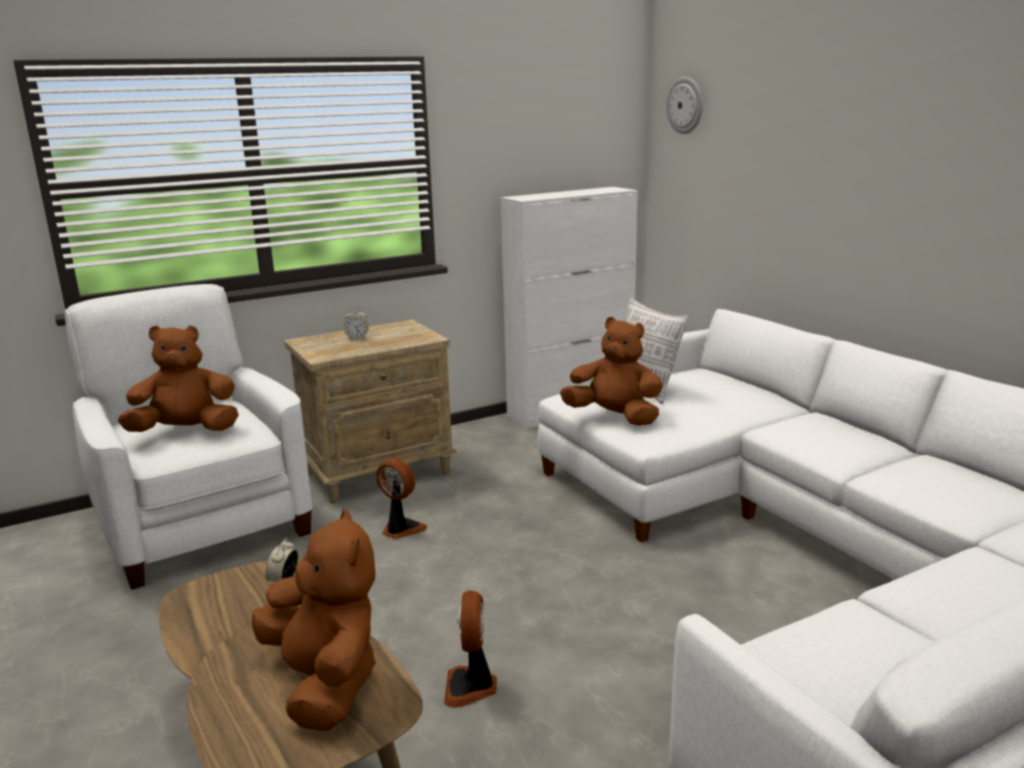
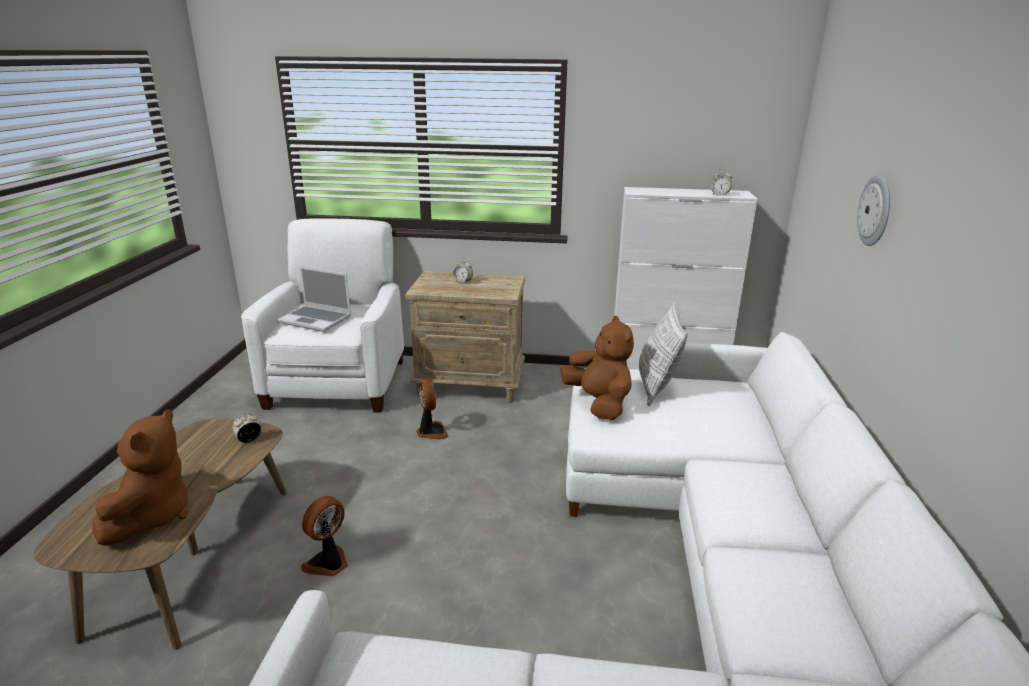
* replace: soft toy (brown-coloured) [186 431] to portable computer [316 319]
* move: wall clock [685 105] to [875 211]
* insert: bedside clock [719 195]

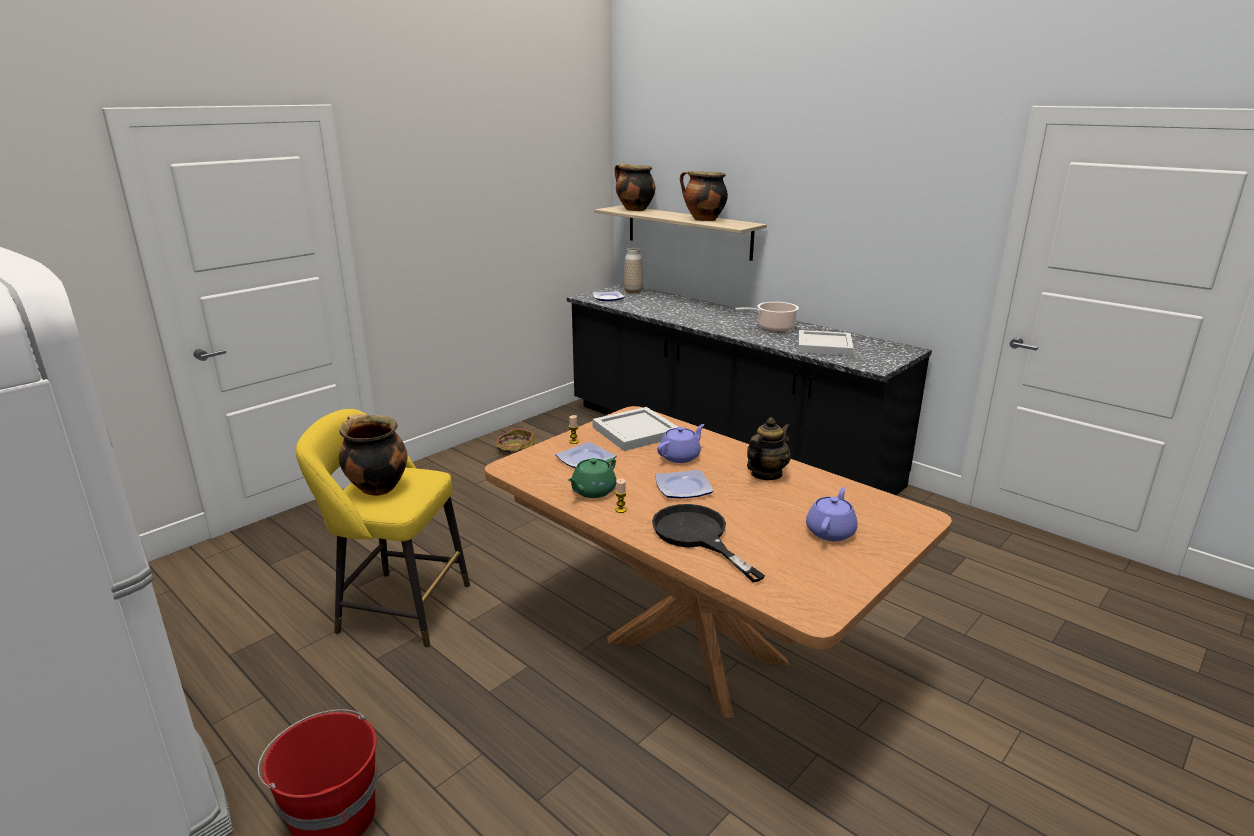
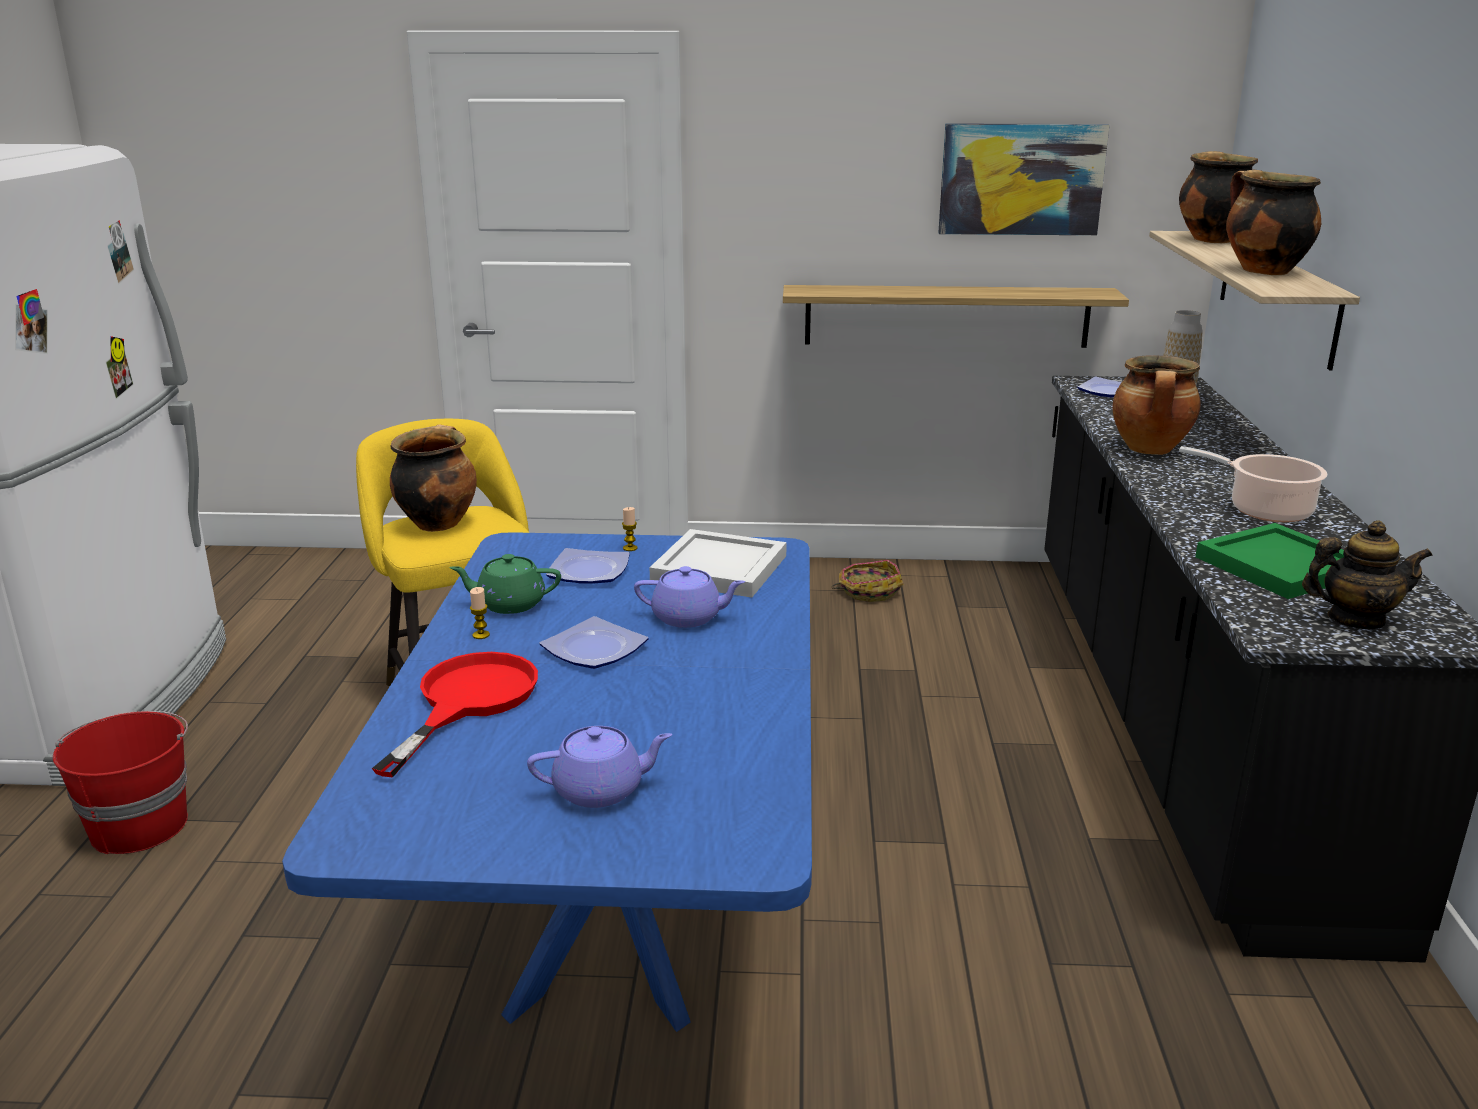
* recolor: kitchen table (brown-coloured) [695 650] to kitchen table (blue-coloured) [617 928]
* recolor: pan (black-coloured) [697 536] to pan (reddish) [467 701]
* move: tea pot [766 474] to [1355 619]
* recolor: serving tray (white-coloured) [823 346] to serving tray (green-coloured) [1276 566]
* insert: bracket shelf [946 316]
* insert: wall art [1021 179]
* insert: saucepot [1150 450]

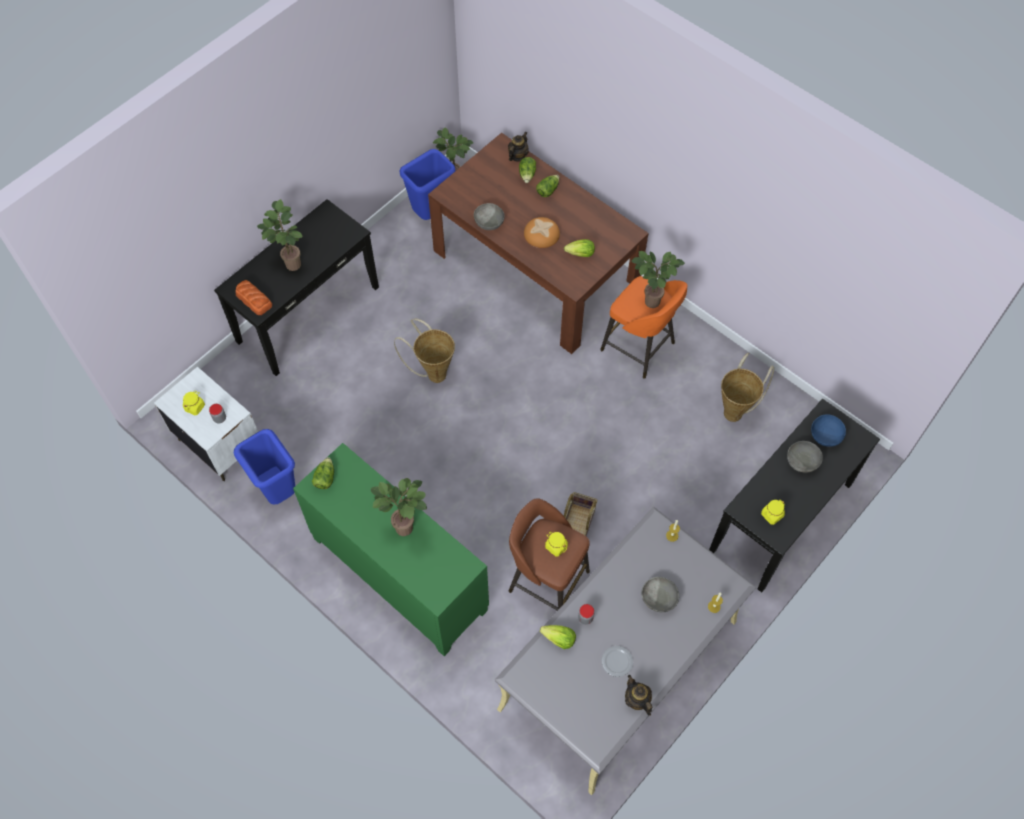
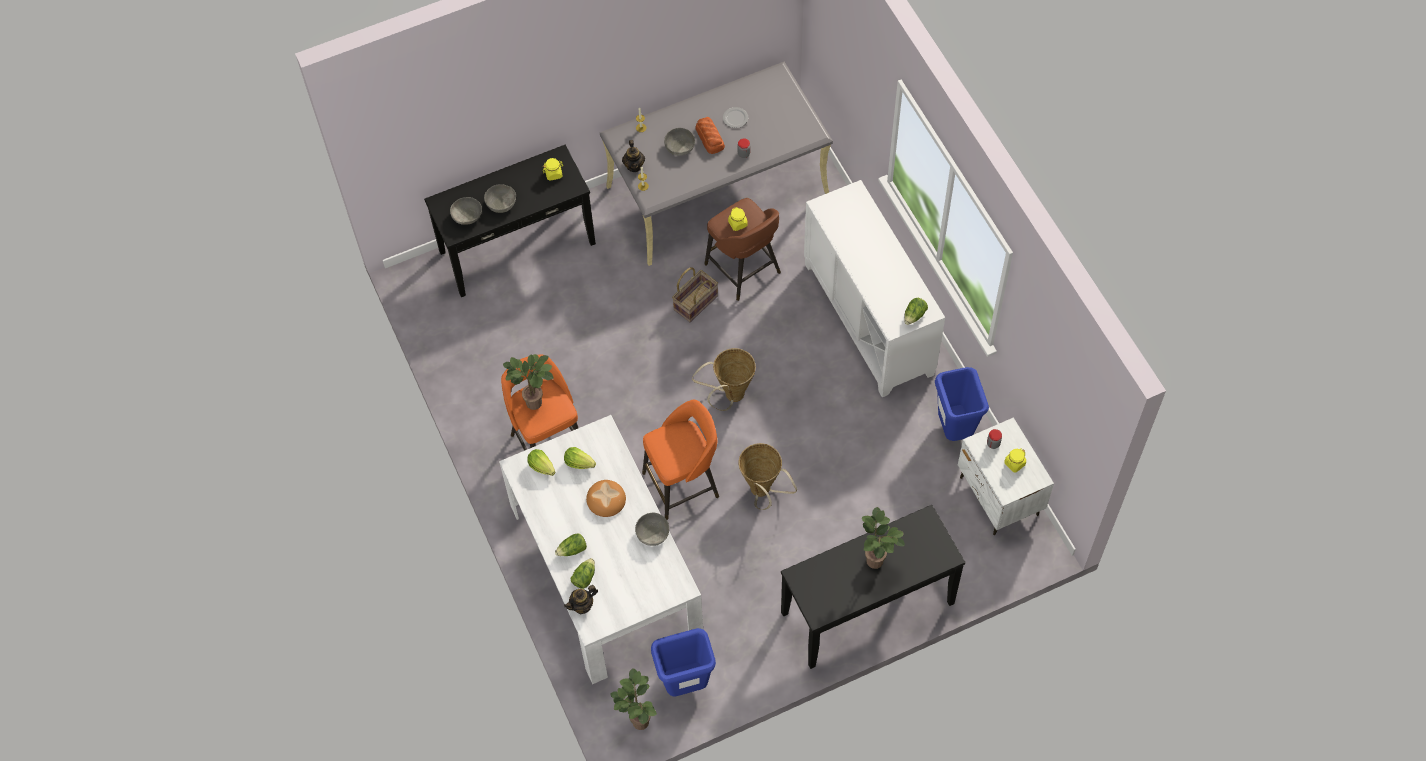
* move: bread [254 299] to [710 138]
* recolor: cupboard (green-coloured) [398 574] to cupboard (white-coloured) [869 319]
* delete: plant in a pot [407 527]
* recolor: kitchen table (brown-coloured) [535 269] to kitchen table (white-coloured) [605 569]
* move: lettuce [559 639] to [541 466]
* move: tea pot [637 700] to [634 166]
* move: storage basket [735 410] to [730 396]
* recolor: bowl (blue-coloured) [825 435] to bowl (grey) [467 216]
* insert: sitting stool (orangey) [683 484]

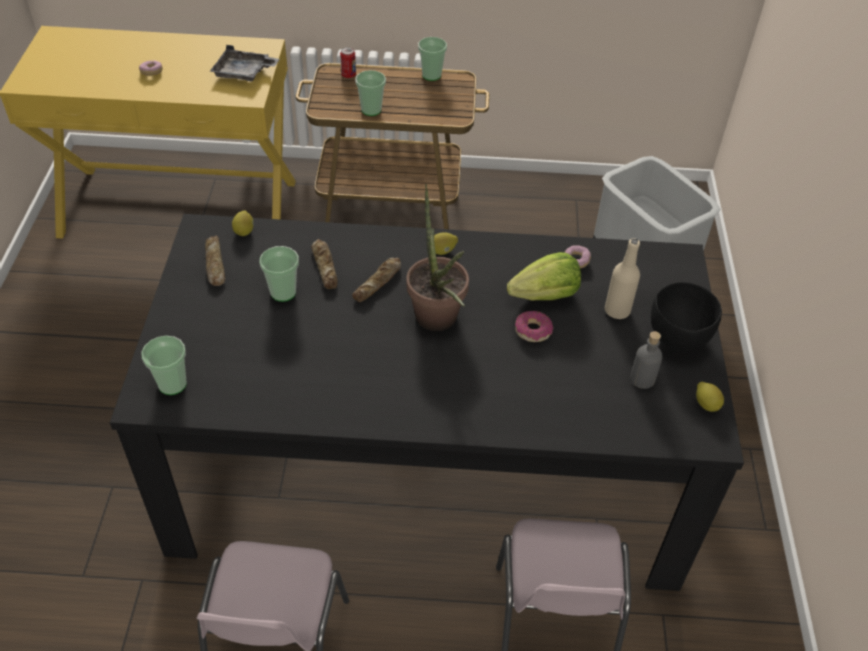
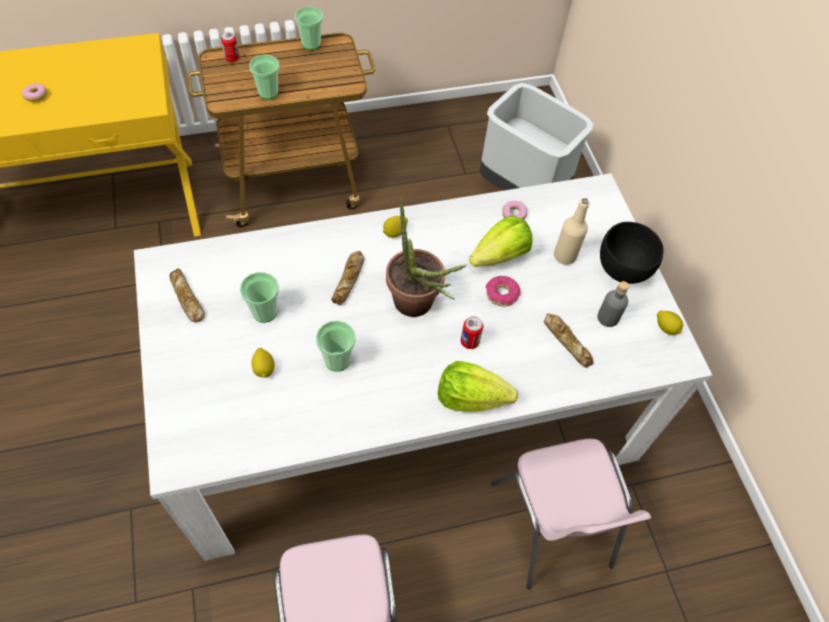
* recolor: kitchen table (black-coloured) [428 465] to kitchen table (white-coloured) [405 408]
* move: cup [172 384] to [337 360]
* delete: serving tray (grey) [244 73]
* move: citrus fruit [244 231] to [264 368]
* move: bread [325 267] to [567 341]
* insert: lettuce [470 397]
* insert: metal can [469 341]

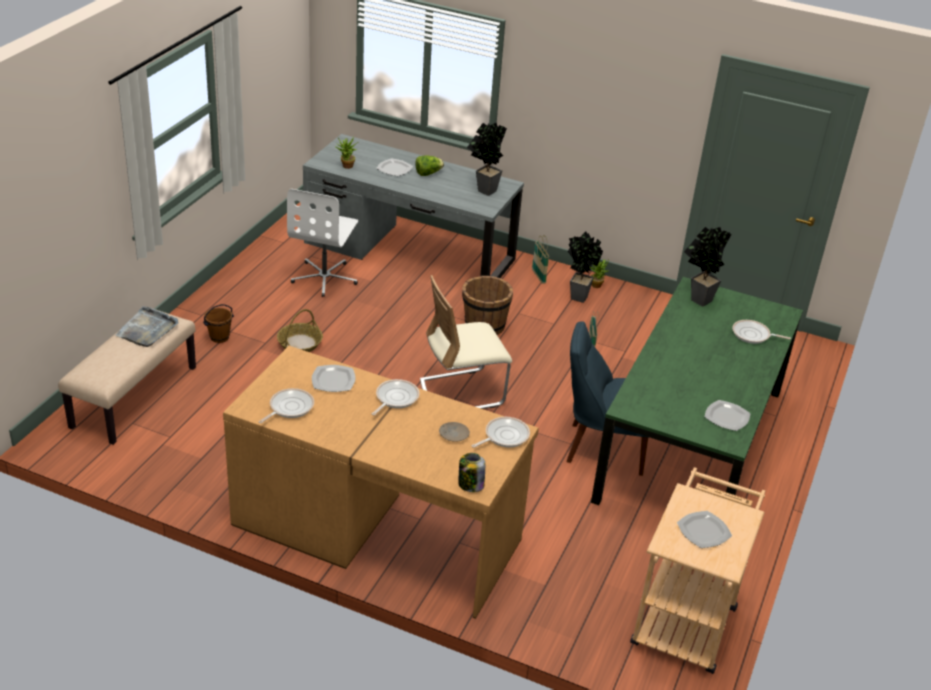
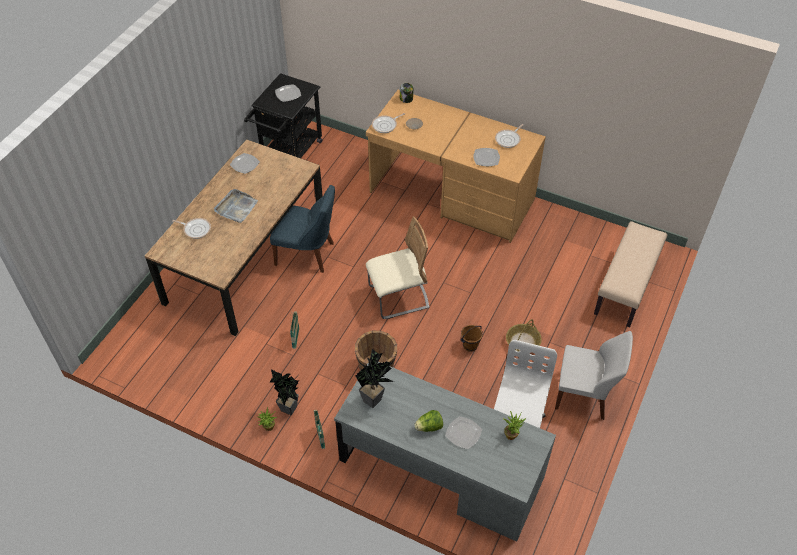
* move: serving tray (grey) [147 329] to [236 207]
* move: bucket (brown-coloured) [219 337] to [470 346]
* delete: pan [395 398]
* recolor: kitchen table (green-coloured) [691 445] to kitchen table (brown-coloured) [246 257]
* recolor: wheeled cart (beige-coloured) [686 617] to wheeled cart (black-coloured) [289 153]
* delete: plant in a pot [697 300]
* insert: chair (white-coloured) [584 395]

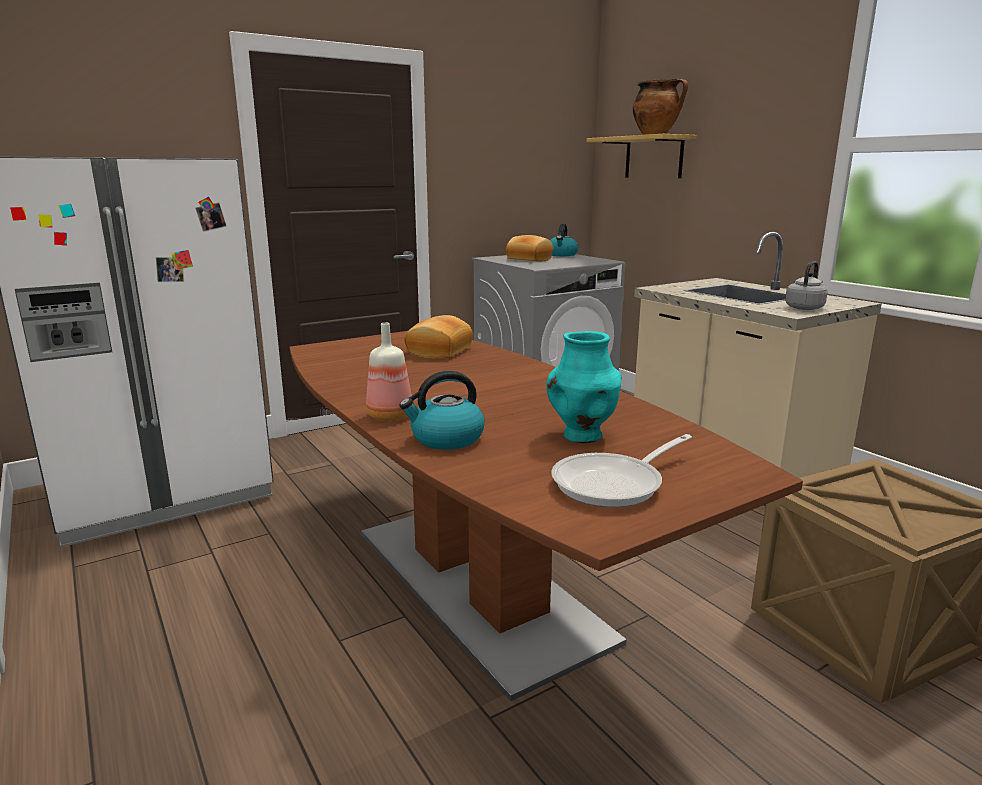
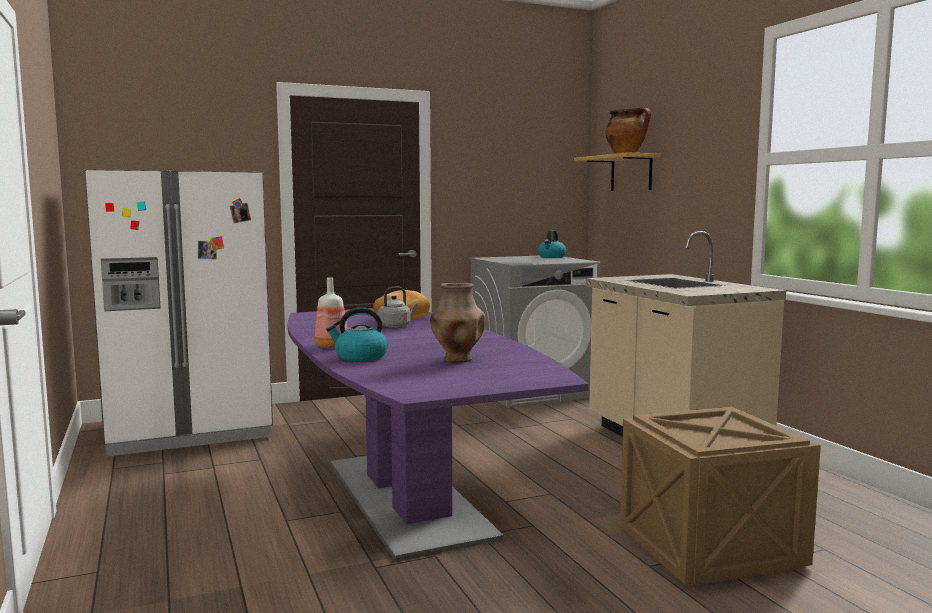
* recolor: kitchen table (brown-coloured) [477 583] to kitchen table (purple-coloured) [406 498]
* delete: bread [528 259]
* recolor: flower vase (blue-green) [582 436] to flower vase (brown-coloured) [457 359]
* delete: pan [614 484]
* move: tea kettle (grey) [805 308] to [396 326]

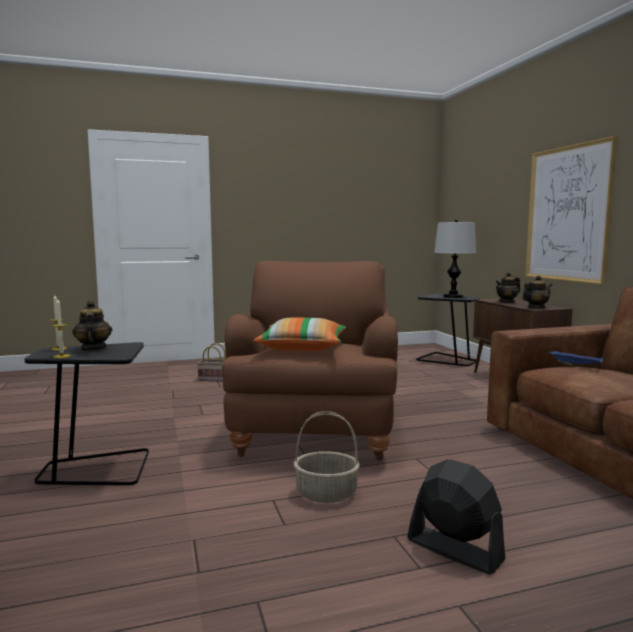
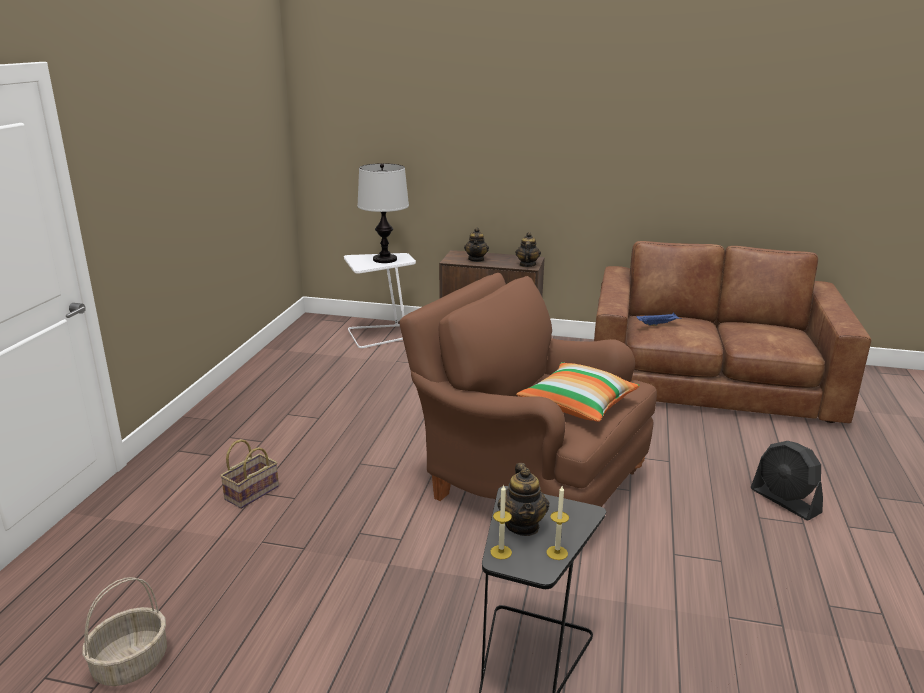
* rotate: tea pot [93 349] = [522 525] 105 degrees counterclockwise
* move: storage basket [327 493] to [131 663]
* rotate: electric fan (black-coloured) [454 549] = [785 501] 105 degrees counterclockwise
* recolor: end table (black-coloured) [446 360] to end table (white-coloured) [381 335]
* delete: wall art [567 214]

